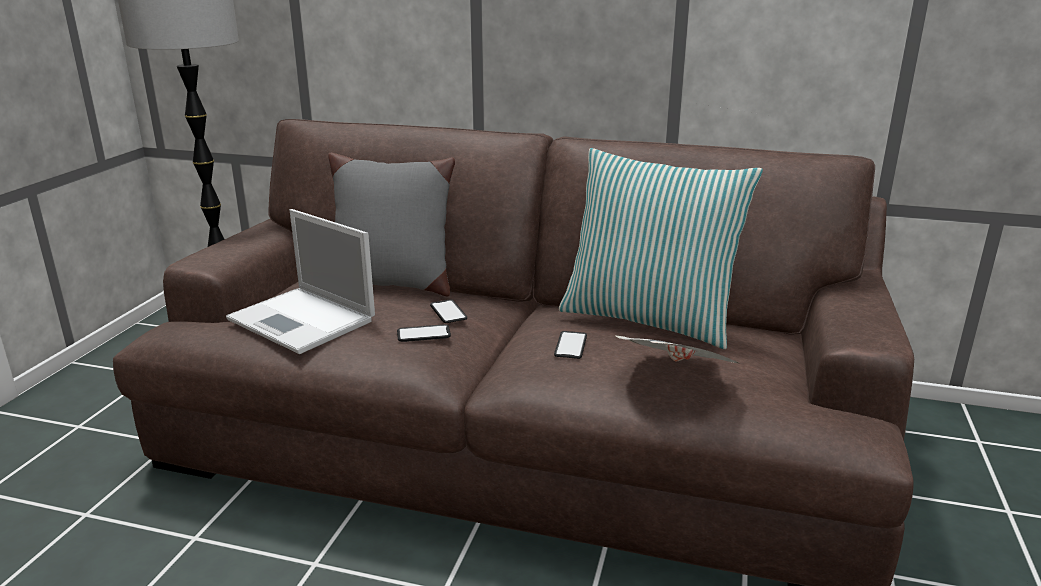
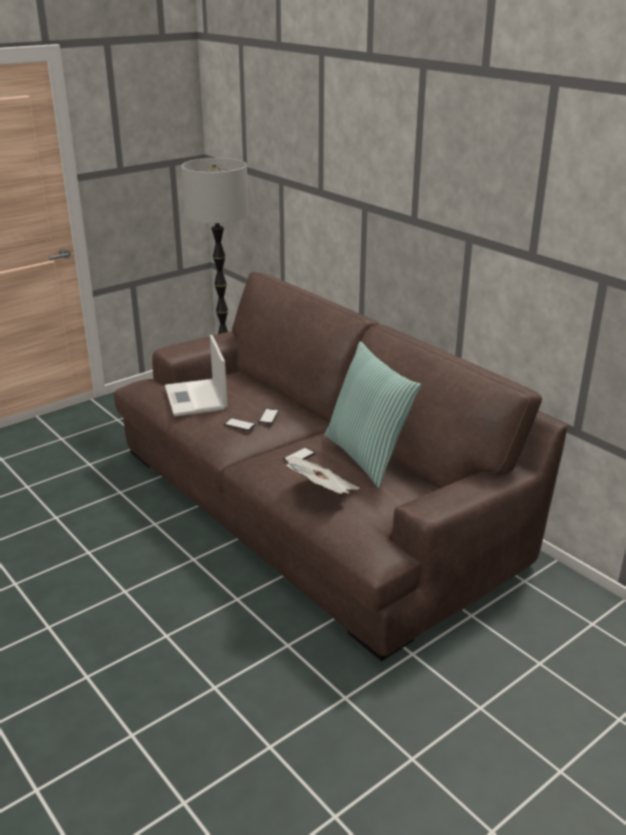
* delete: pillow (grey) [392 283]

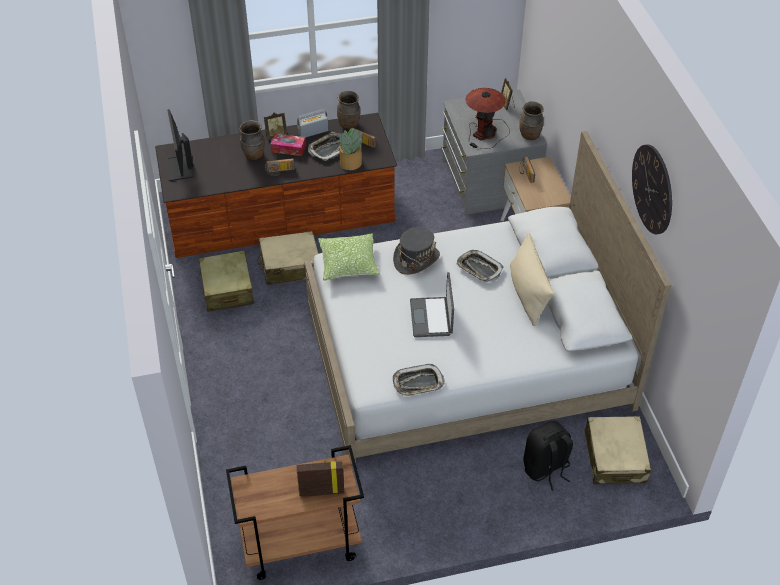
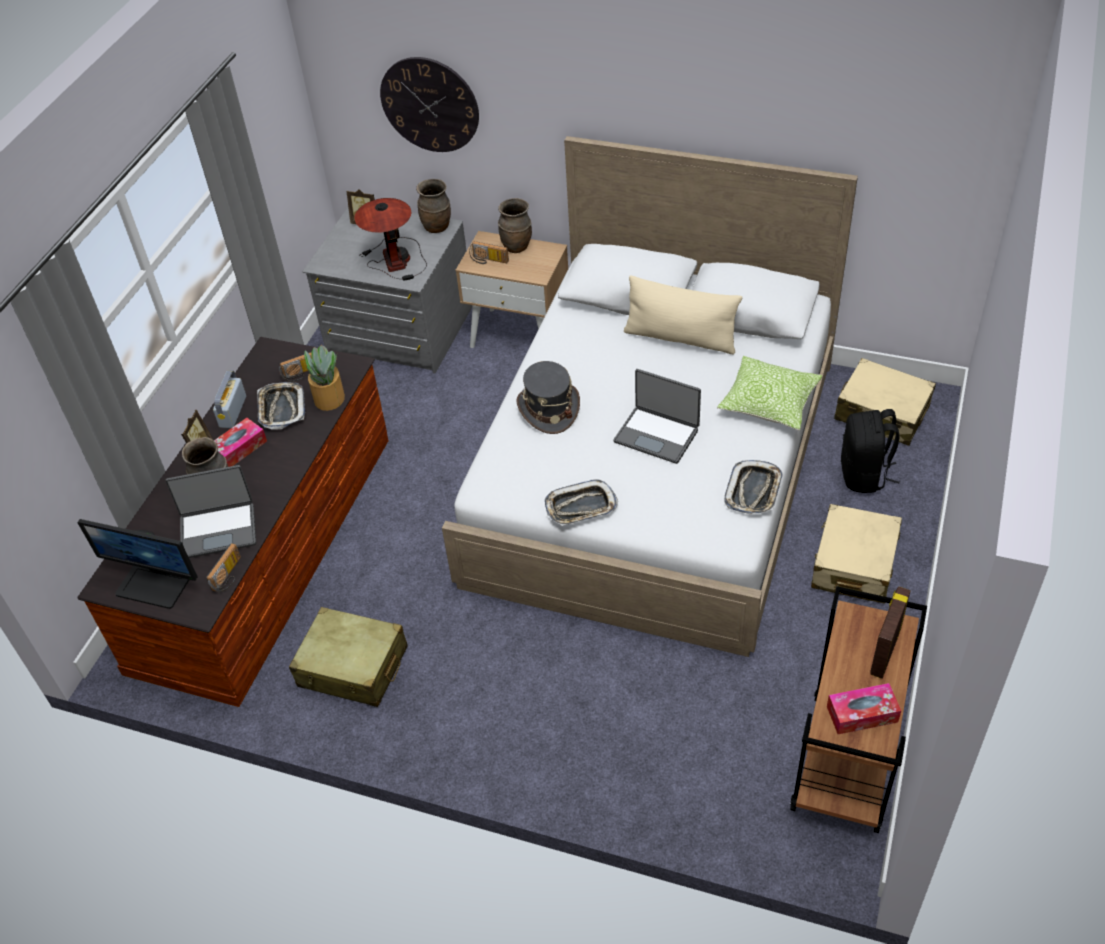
* move: travel case (beige-coloured) [290 266] to [854 565]
* move: radio receiver [280 172] to [229 576]
* move: pillow [348 264] to [769 402]
* move: flower vase (brown-coloured) [349 125] to [517 247]
* move: serving tray [479 268] to [580 507]
* move: wall clock [652 189] to [429 104]
* insert: portable computer [218 530]
* insert: box of tissues [862 714]

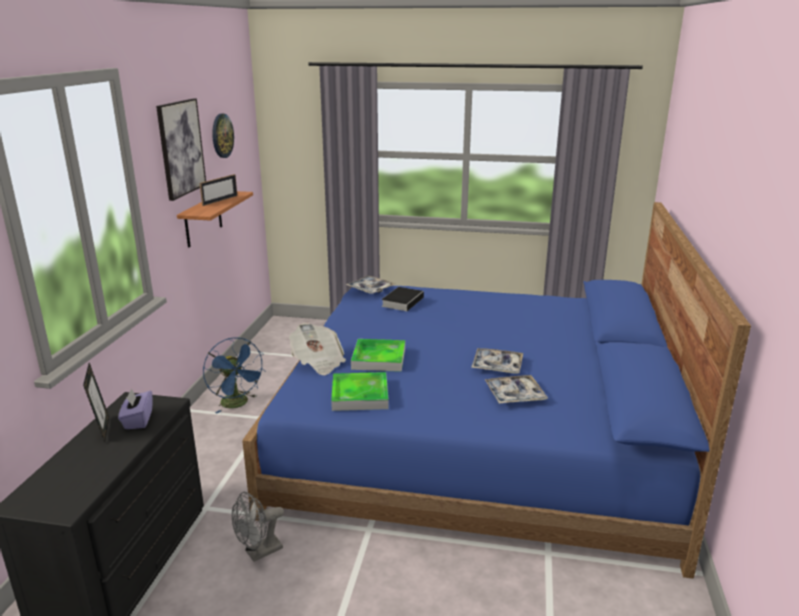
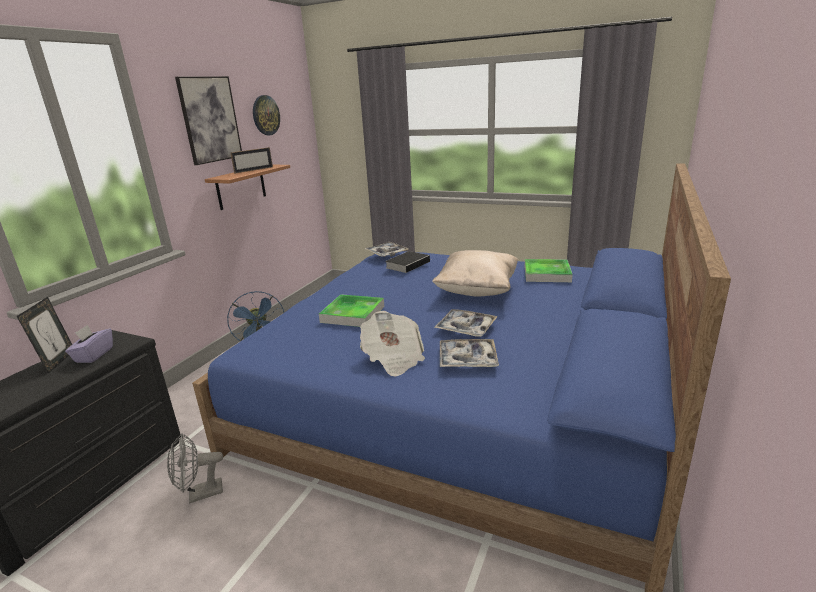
* move: newspaper [318 362] to [393 358]
* move: serving tray [360 395] to [547 274]
* insert: pillow (beige-coloured) [477 291]

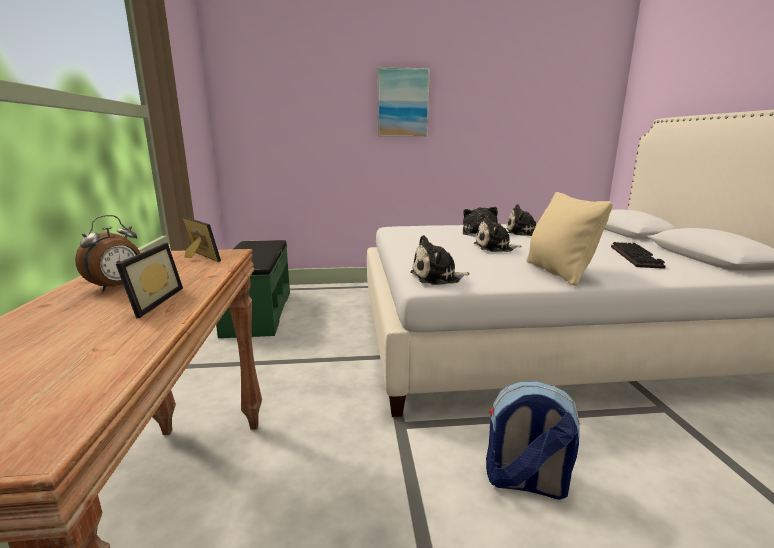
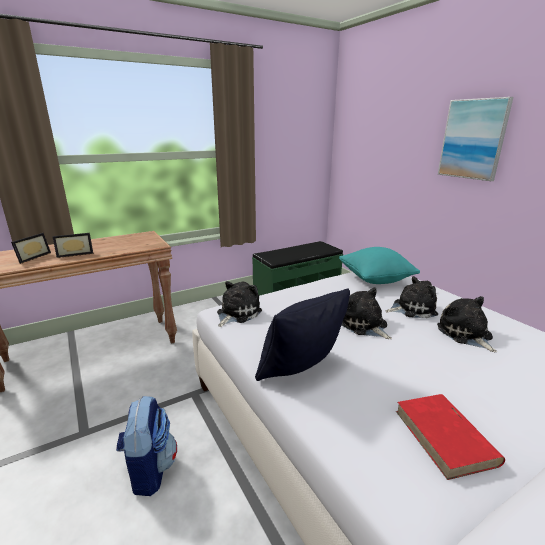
* delete: bedside clock [118 287]
* move: standing frame [197 258] to [32 257]
* rotate: soft toy [438 277] = [237 313] 75 degrees clockwise
* recolor: pillow (beige-coloured) [558 272] to pillow (black-coloured) [299 369]
* replace: computer keyboard [637 257] to volume (reddish) [445 437]
* insert: pillow (blue-green) [375 279]

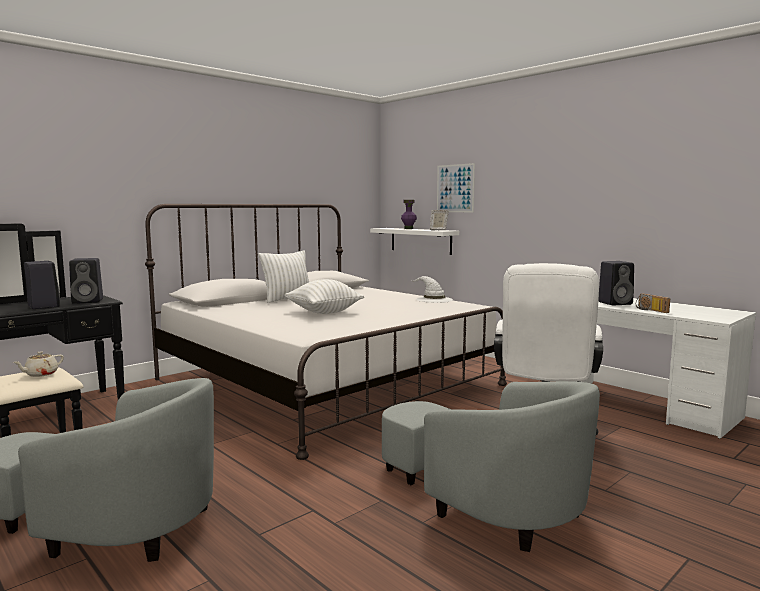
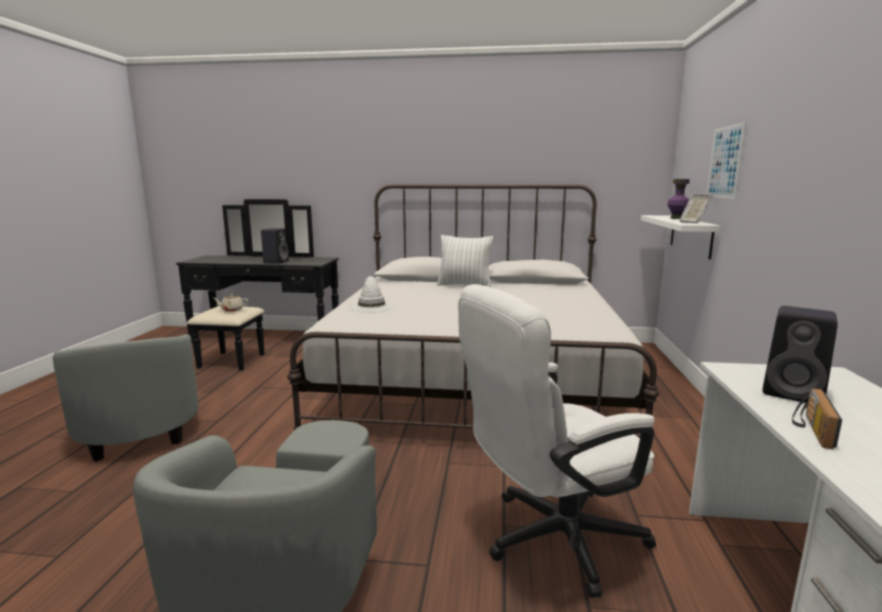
* delete: audio speaker (black-coloured) [89 301]
* delete: pillow (white-coloured) [324 312]
* move: wearable hat (white-coloured) [433 299] to [371 306]

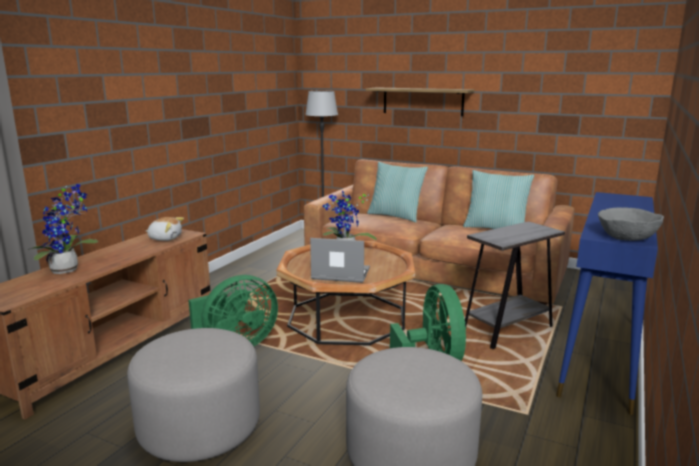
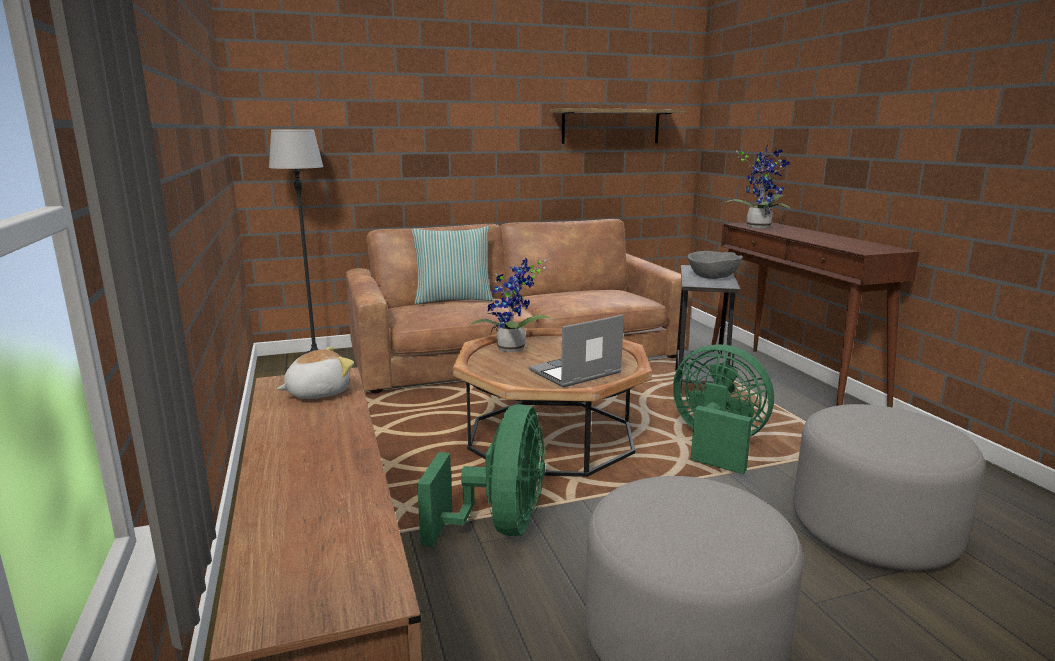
* move: plant in a pot [68 270] to [759 227]
* move: bracket shelf [422 101] to [611 126]
* delete: pillow [495 228]
* recolor: console table (blue-coloured) [600 356] to console table (brown-coloured) [790 383]
* move: bowl (grey) [626 237] to [713 276]

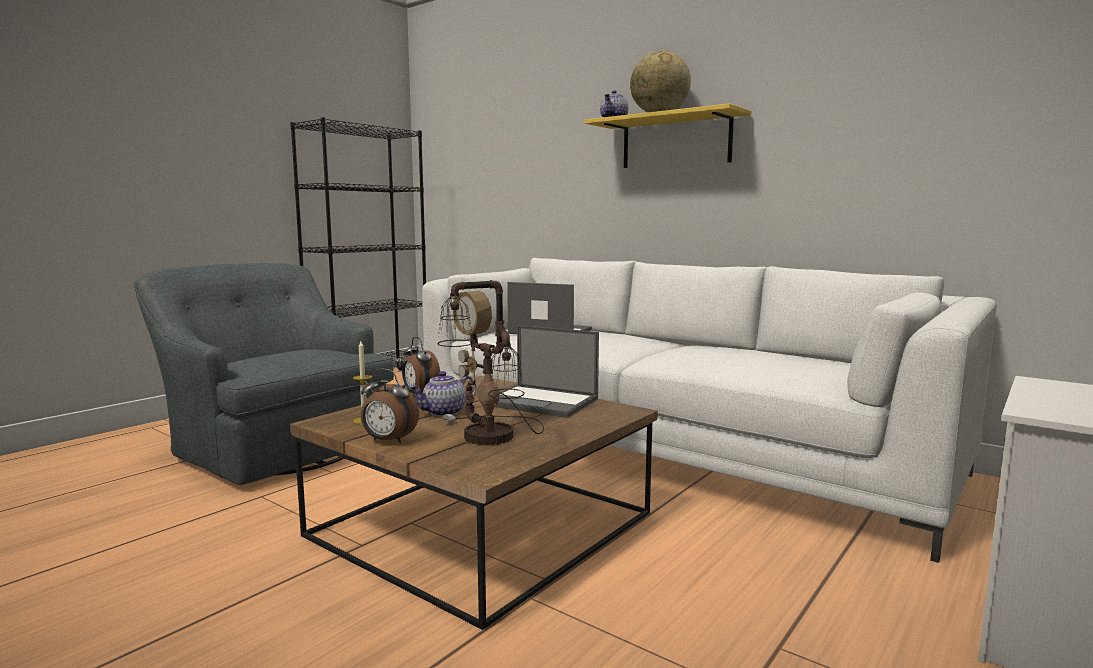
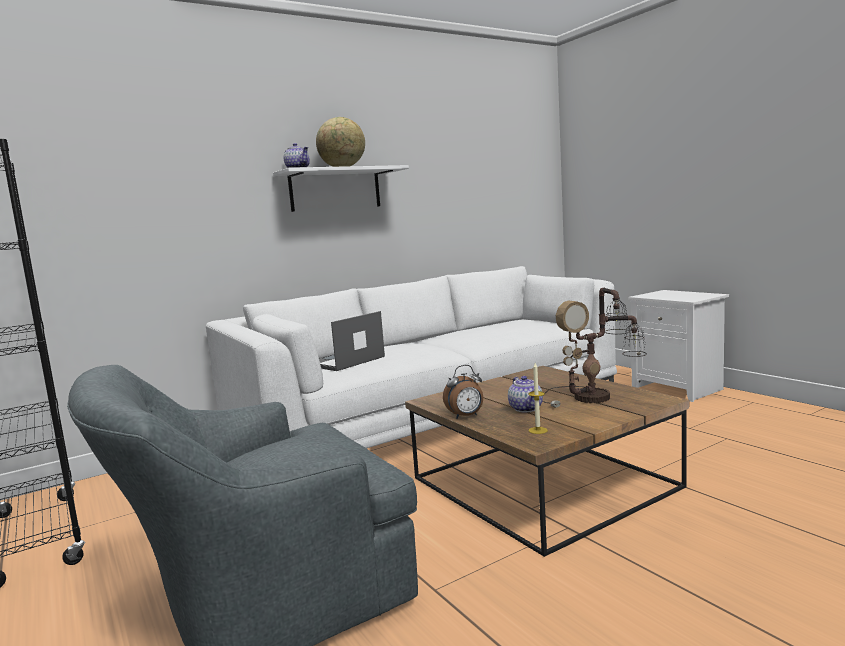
* delete: bedside clock [388 441]
* delete: portable computer [542 402]
* recolor: bracket shelf (yellow-coloured) [675 141] to bracket shelf (white-coloured) [335 190]

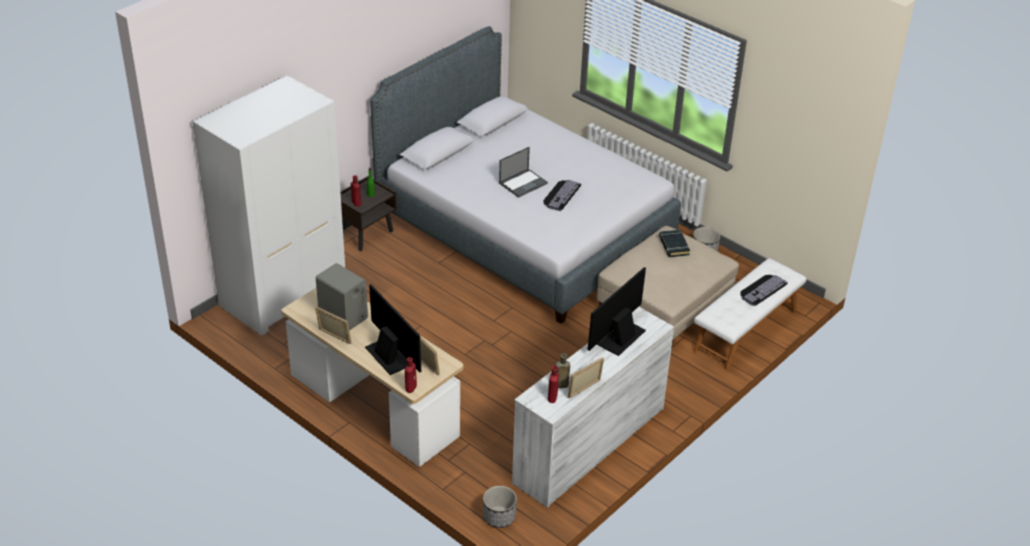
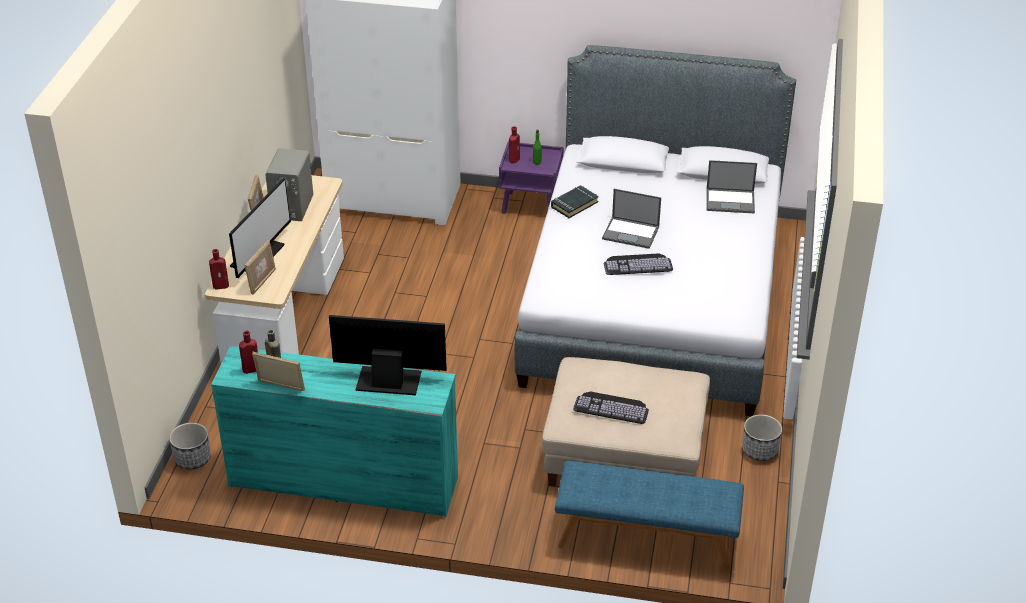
* recolor: bedside table (brown-coloured) [366 234] to bedside table (purple-coloured) [531 205]
* recolor: chest of drawers (white-coloured) [588 445] to chest of drawers (blue-green) [343 481]
* move: volume (black-coloured) [673 245] to [574 204]
* recolor: long seat (white-coloured) [746 331] to long seat (blue-coloured) [646 539]
* move: computer keyboard [762 289] to [612 407]
* insert: portable computer [731 201]

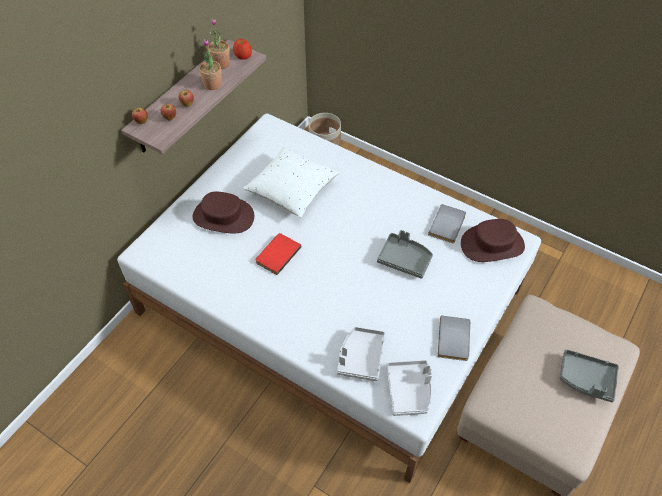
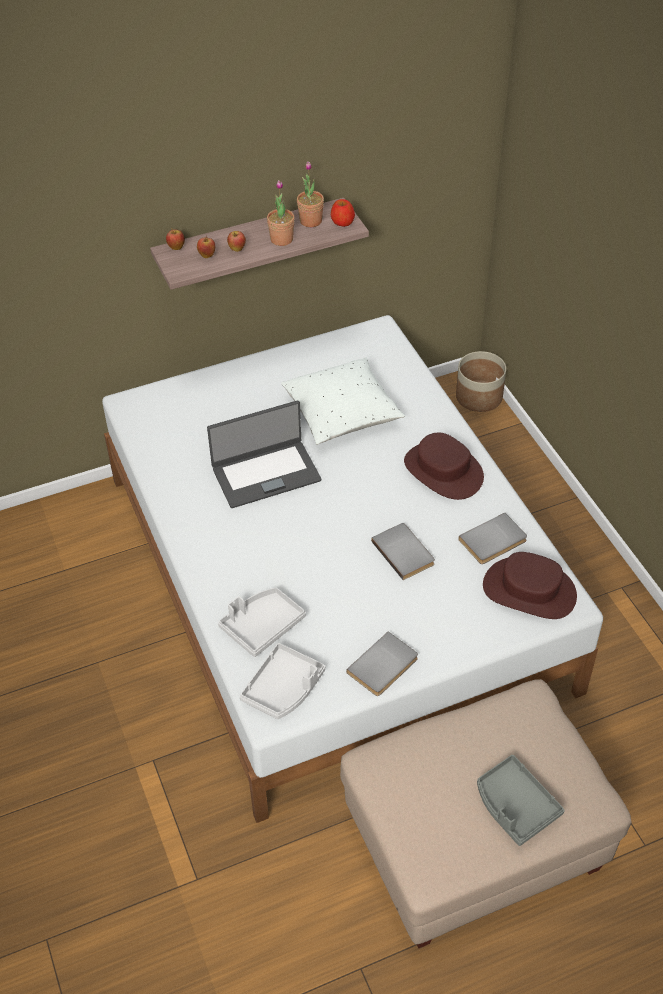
* move: wearable hat (brown-coloured) [223 217] to [442 471]
* replace: volume (reddish) [277 254] to portable computer [265 473]
* replace: serving tray (grey) [404 259] to volume (grey) [405 552]

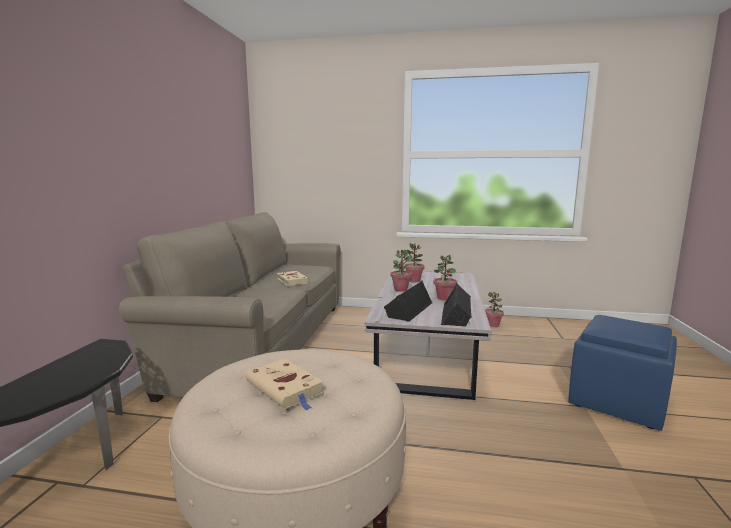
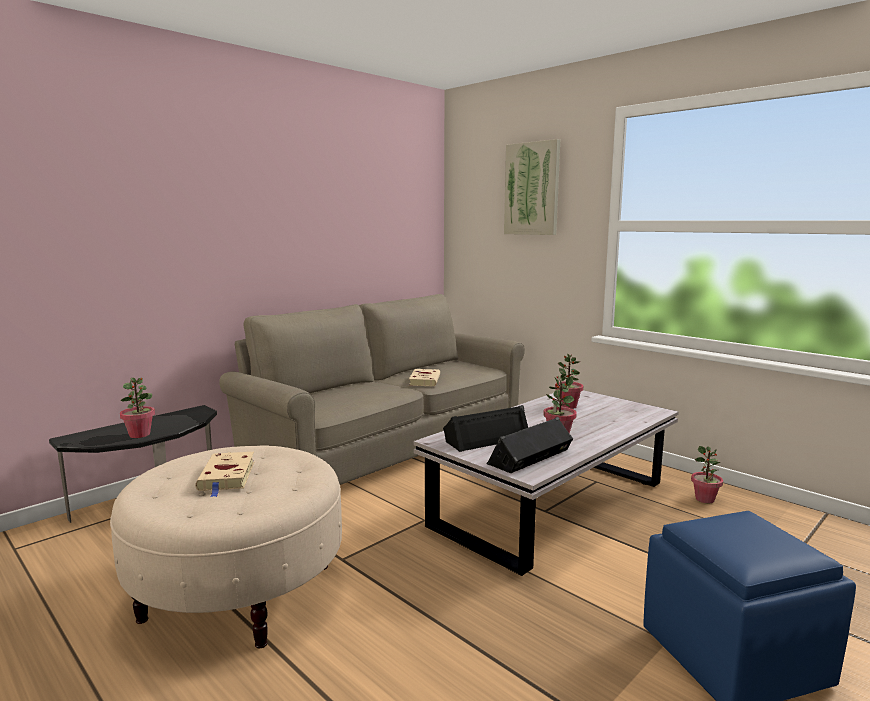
* move: plant in a pot [400 289] to [140 434]
* insert: wall art [532 189]

